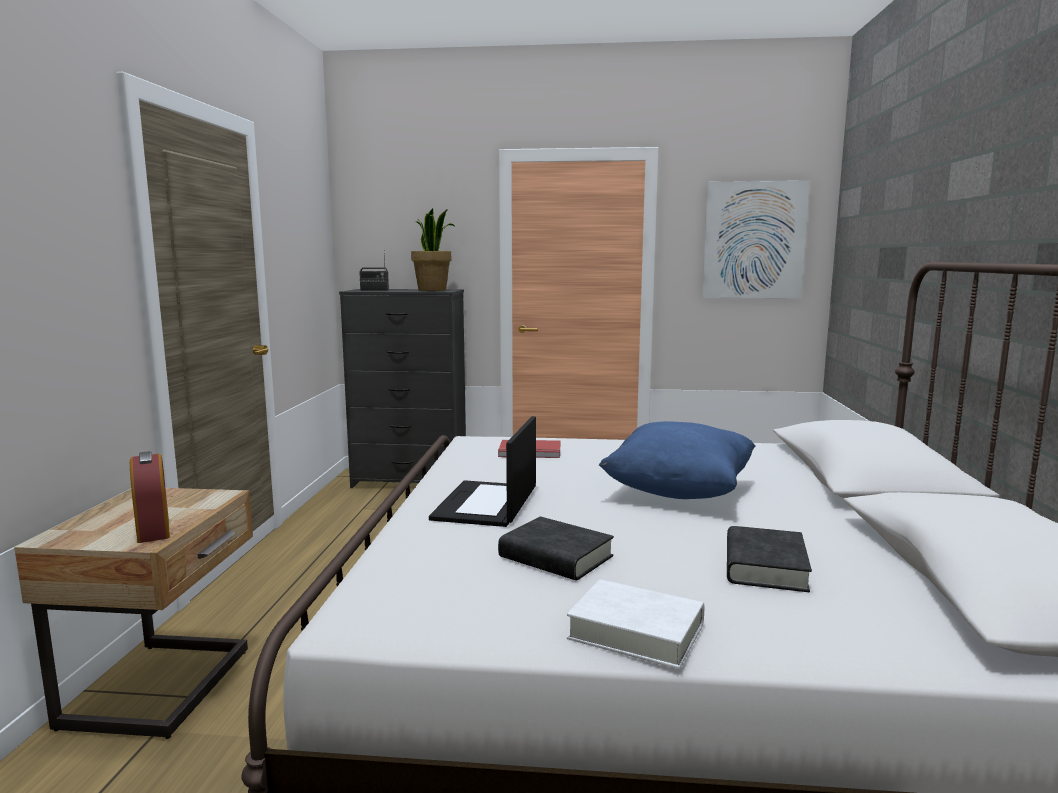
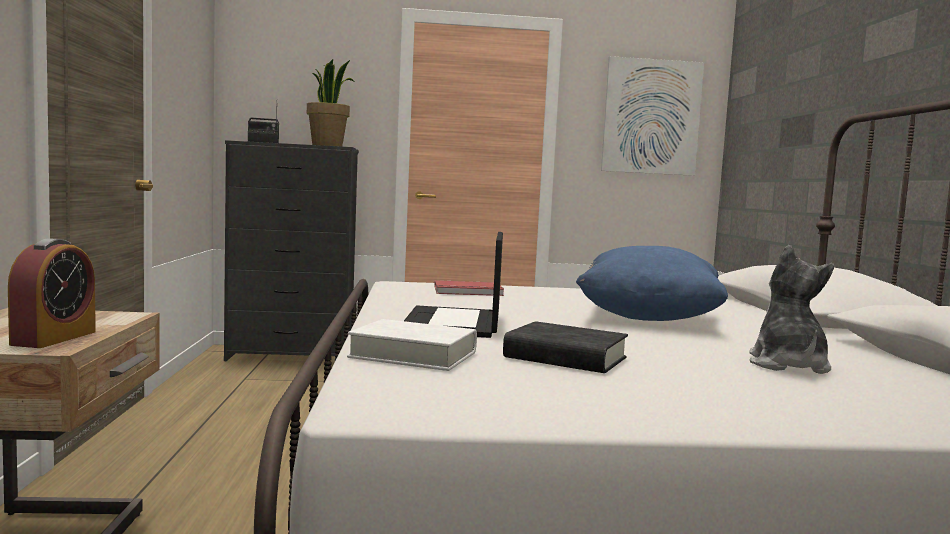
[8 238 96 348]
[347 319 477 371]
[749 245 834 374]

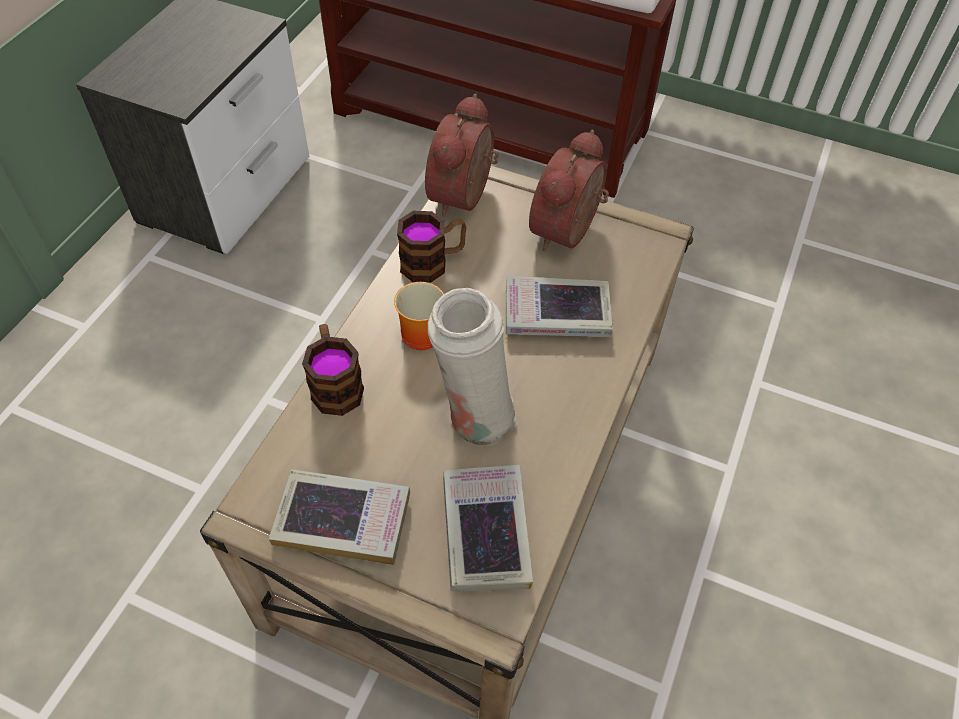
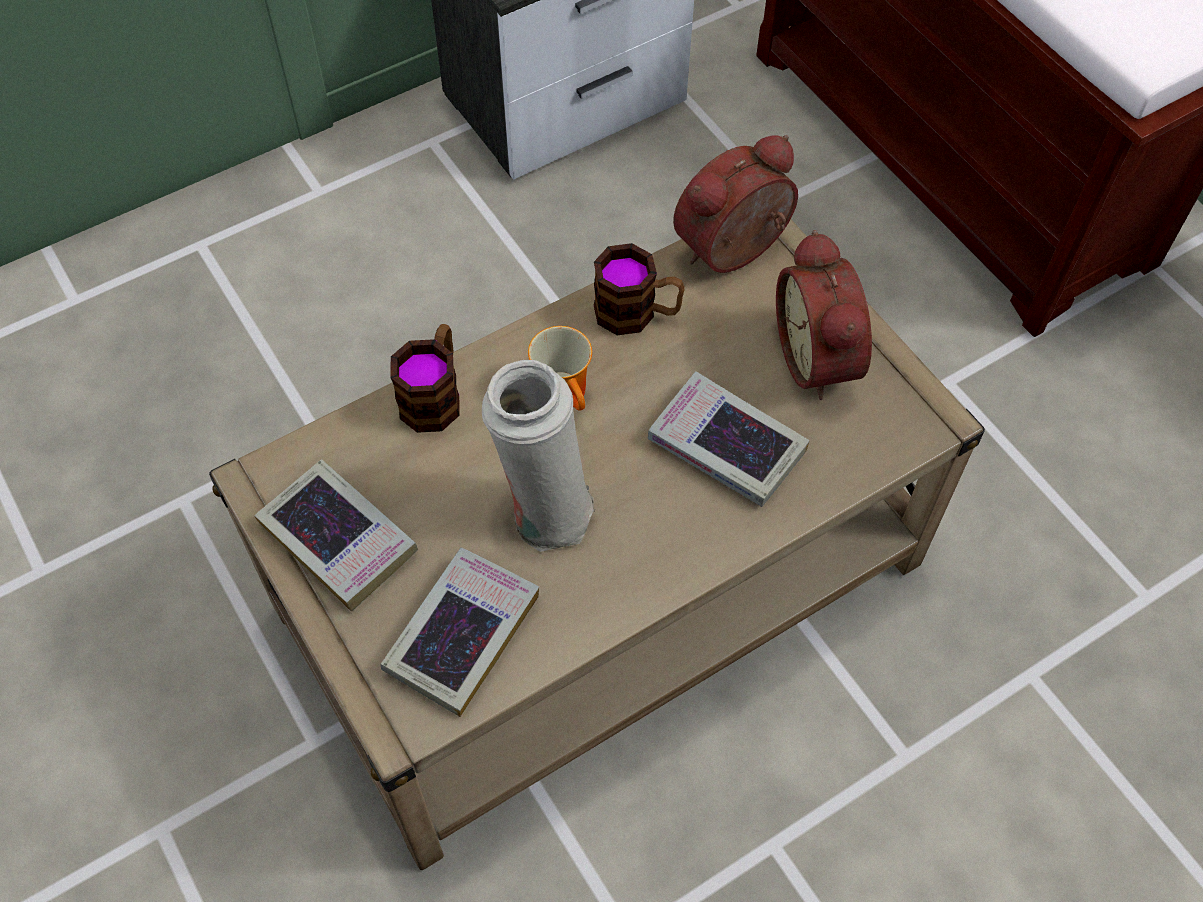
[776 230 872 400]

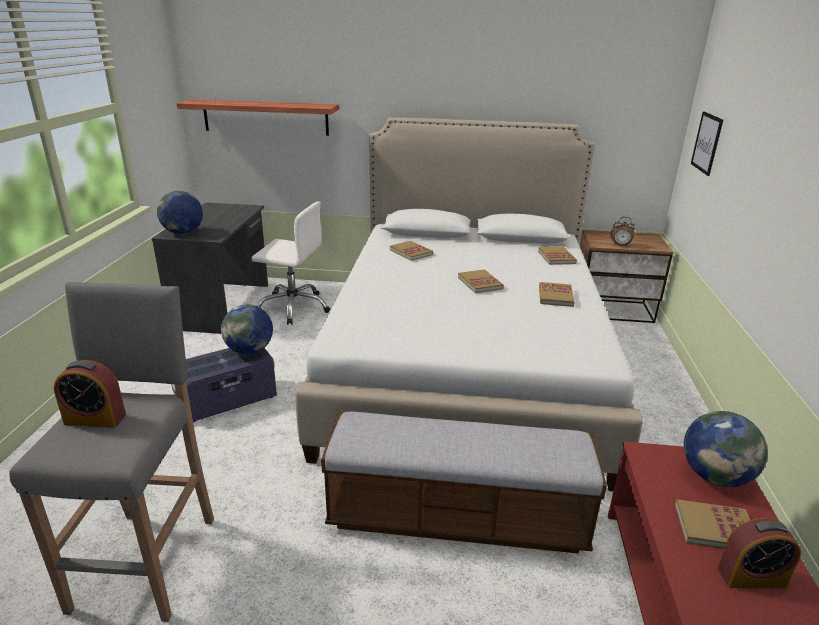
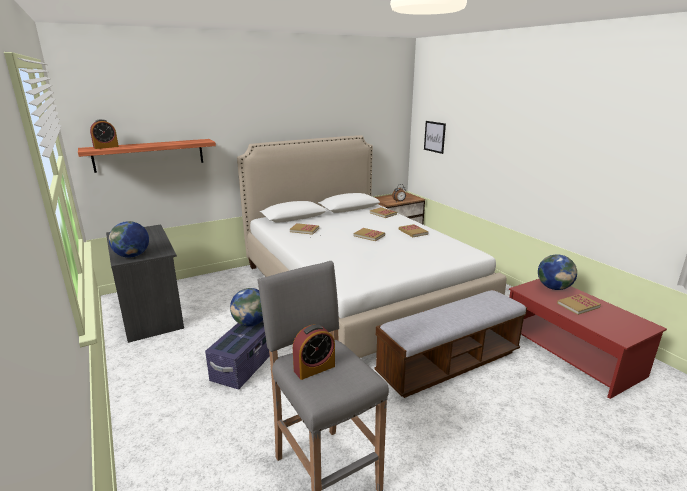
[252 201 330 325] (first image)
[90 119 119 149]

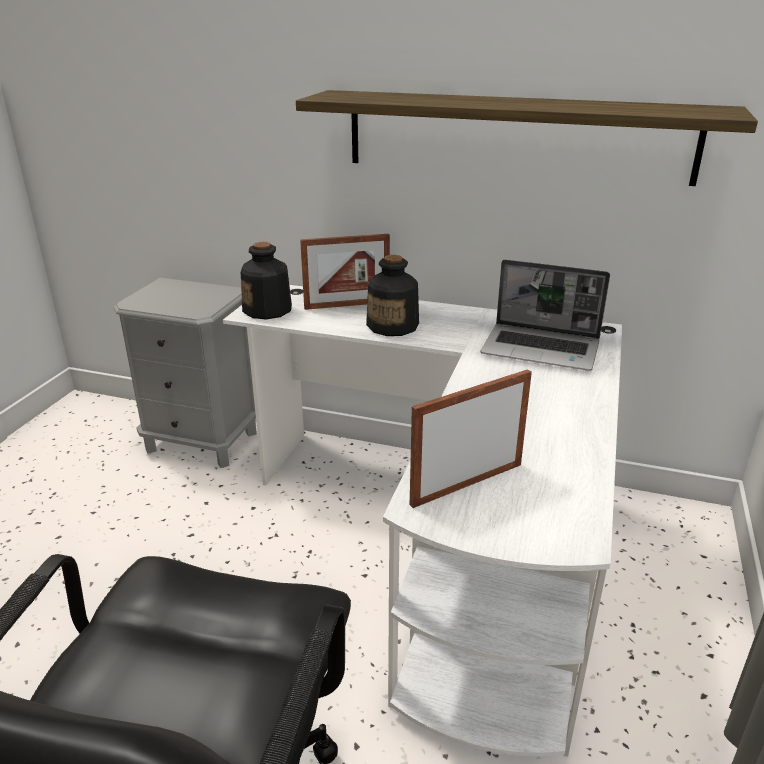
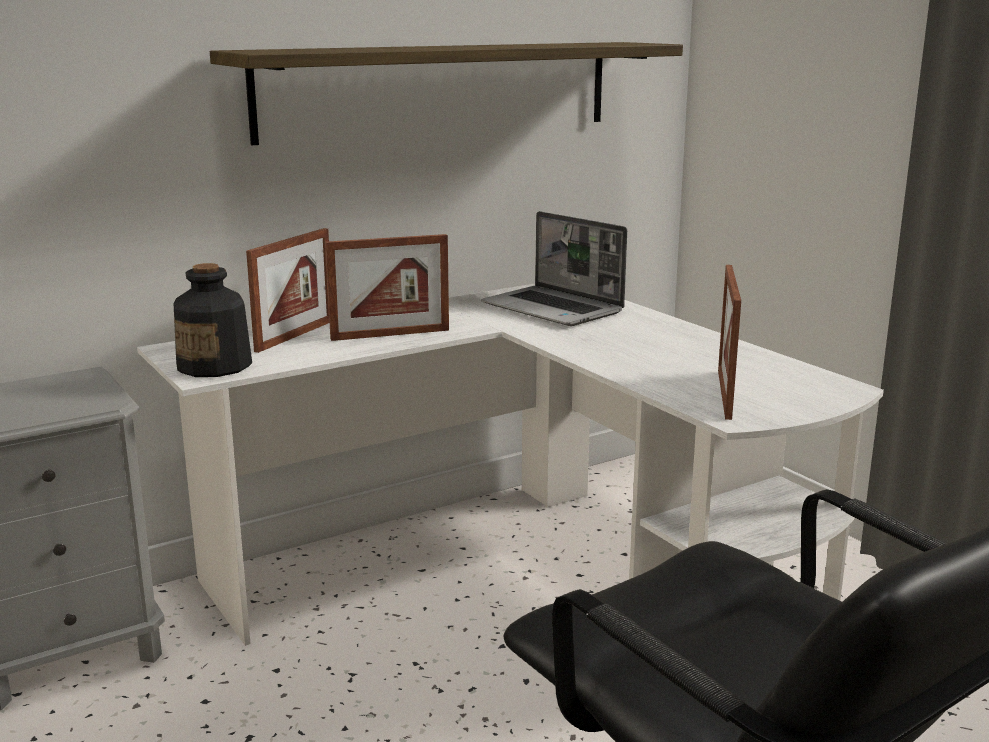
[325 234 449 341]
[481 211 627 326]

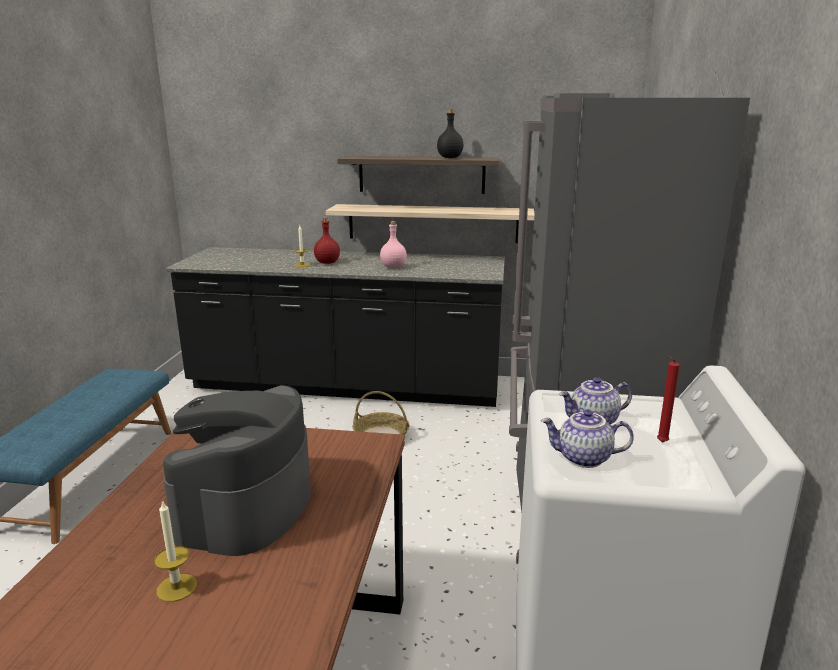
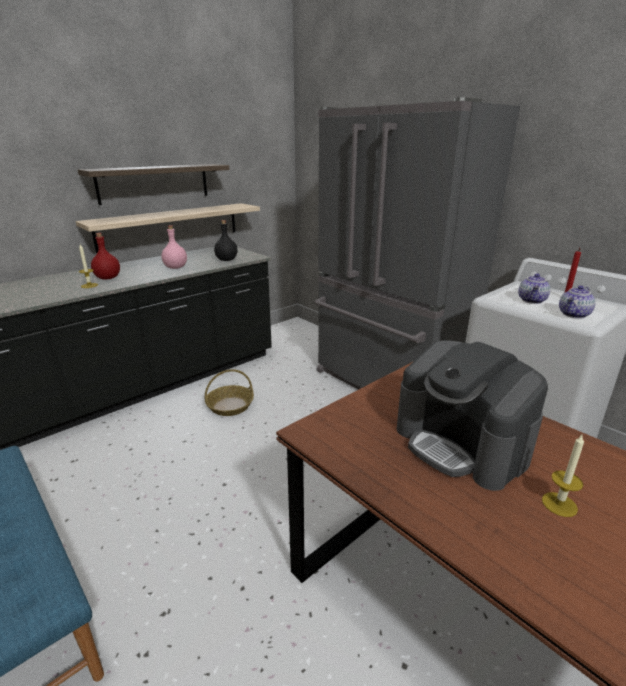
[214 220 238 261]

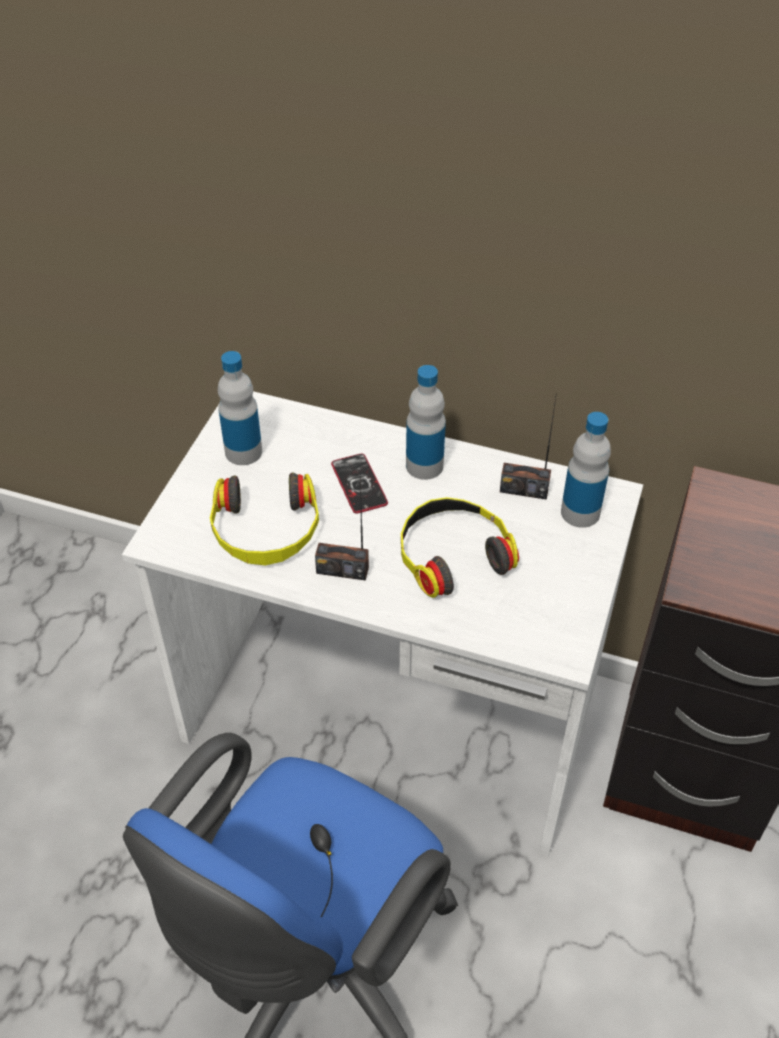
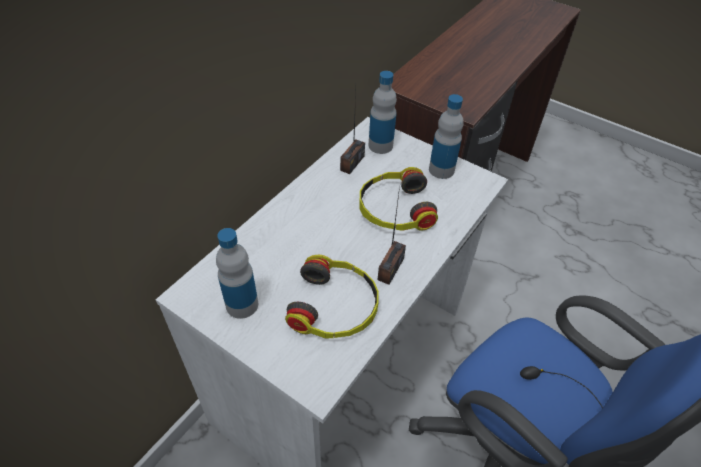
[331 453 388 514] (first image)
[429 94 463 179]

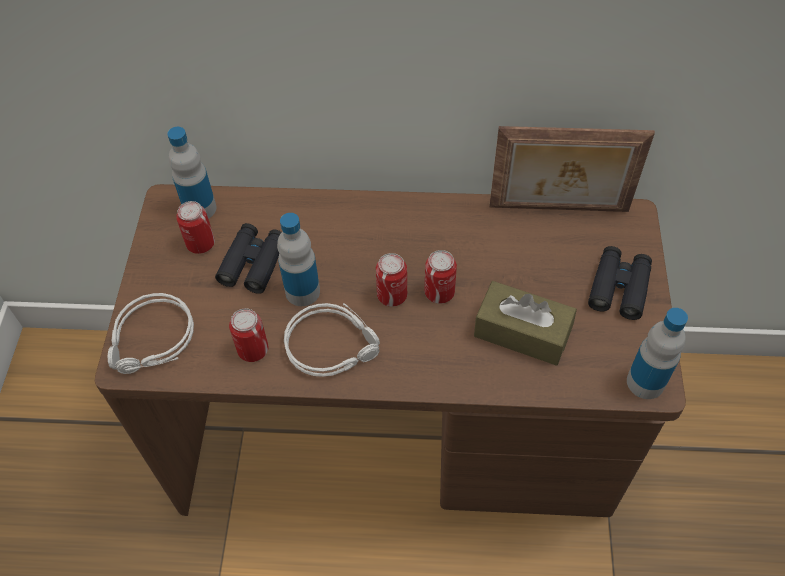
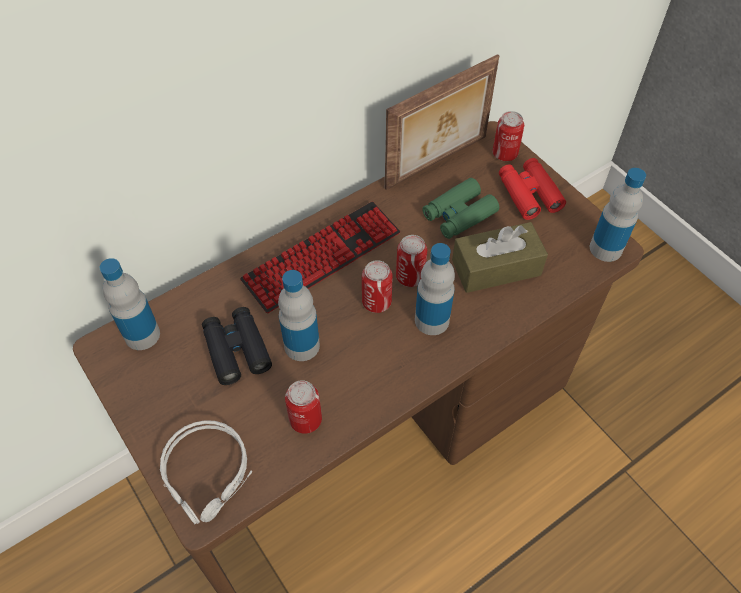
[492 111 524 161]
[284 303 380 377] (first image)
[499 158 566 220]
[240 202 400 313]
[415 243 455 335]
[422 178 499 239]

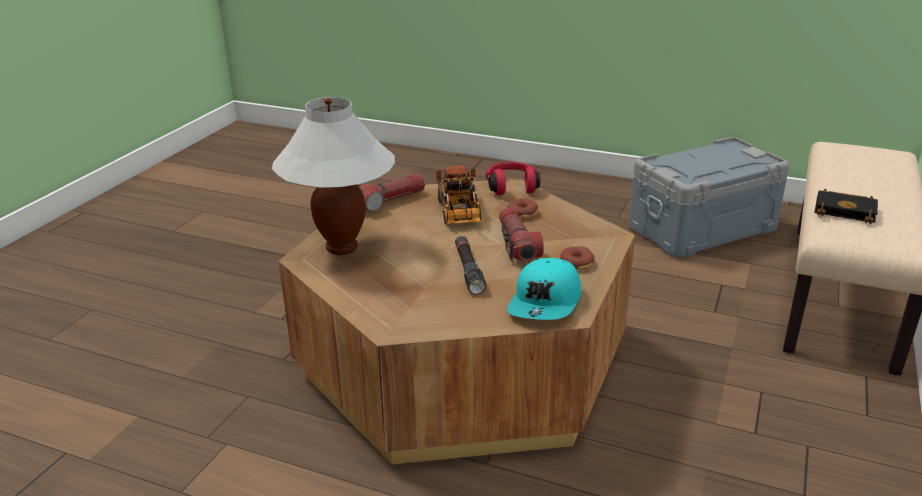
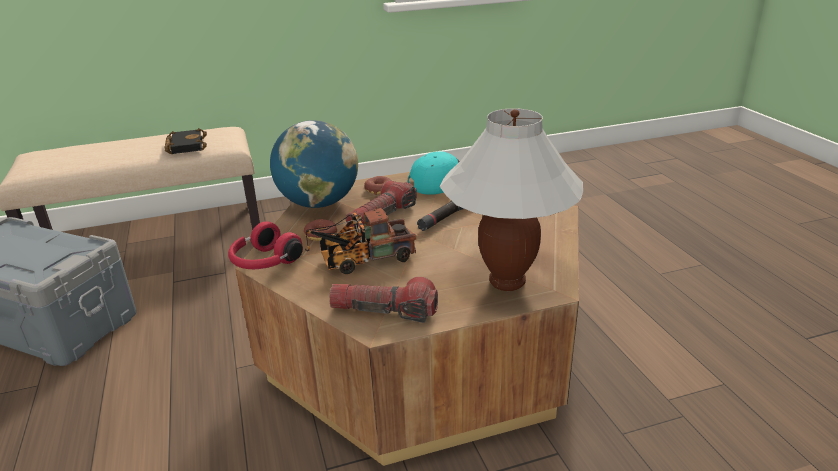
[305 206 416 274]
[270 120 358 208]

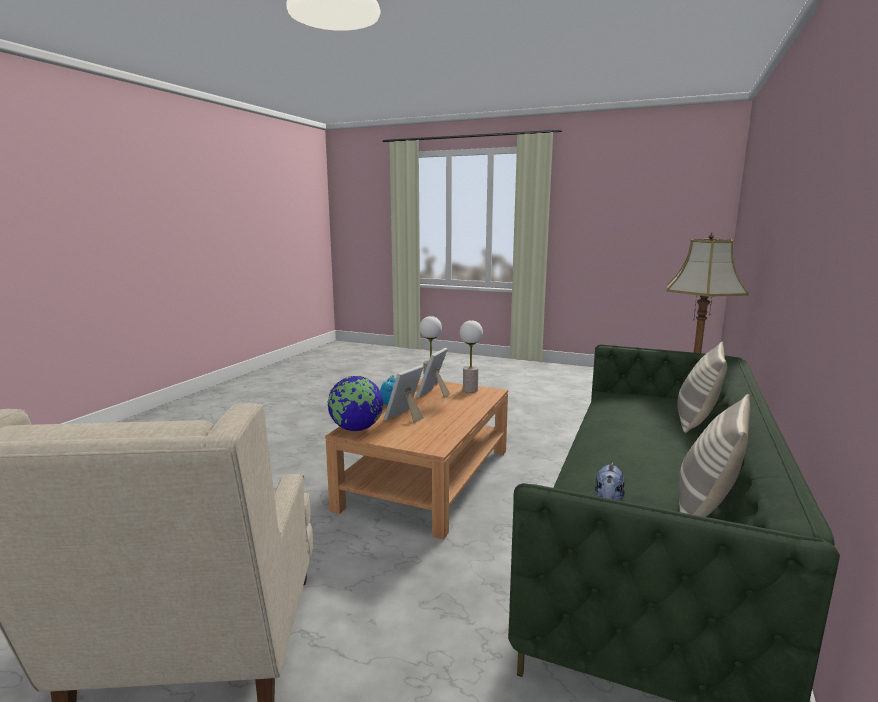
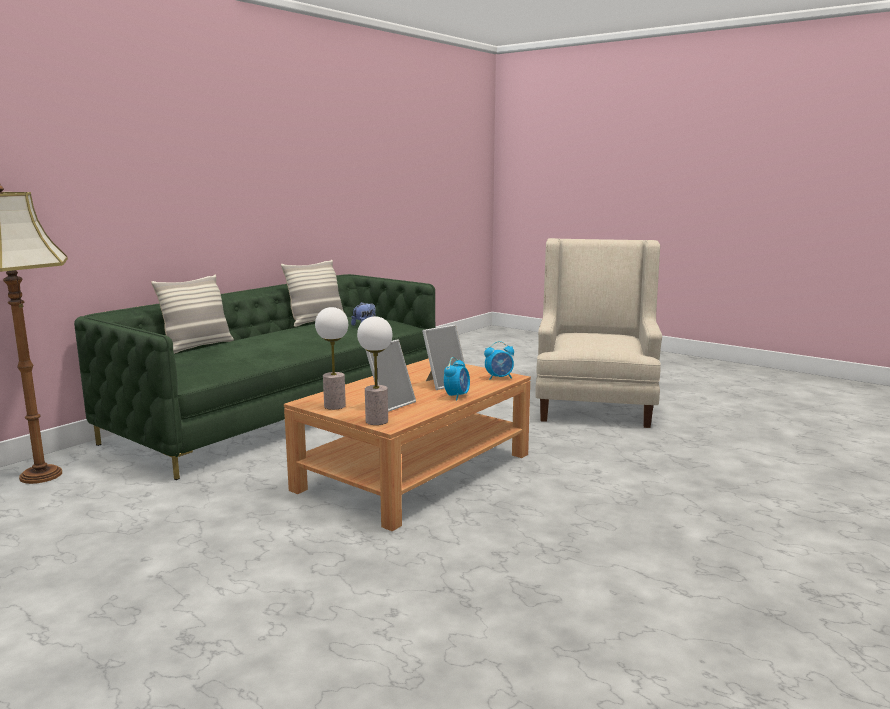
[484 341 514 380]

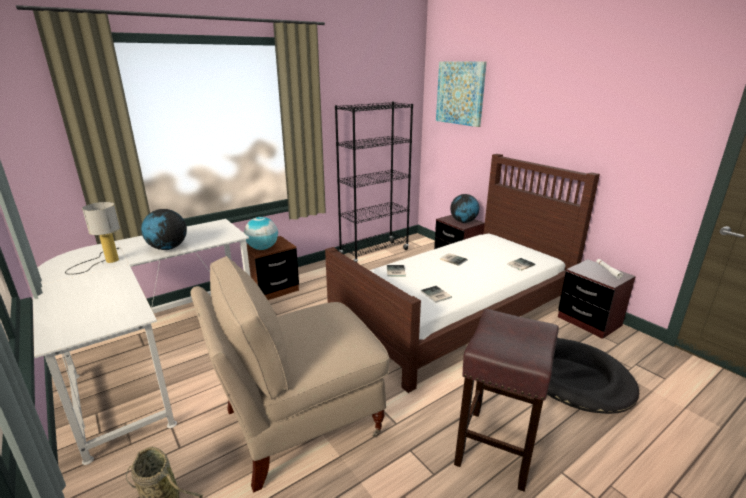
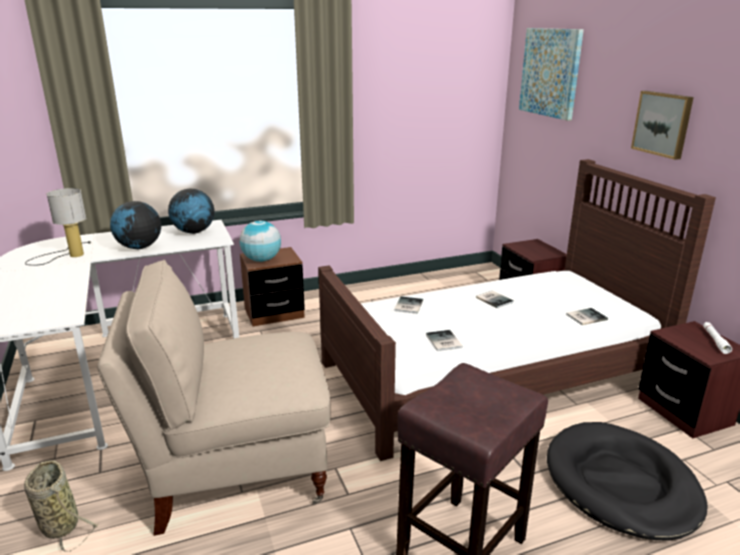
[335 102 413 263] (first image)
[168 189 215 234]
[631 91 694 160]

